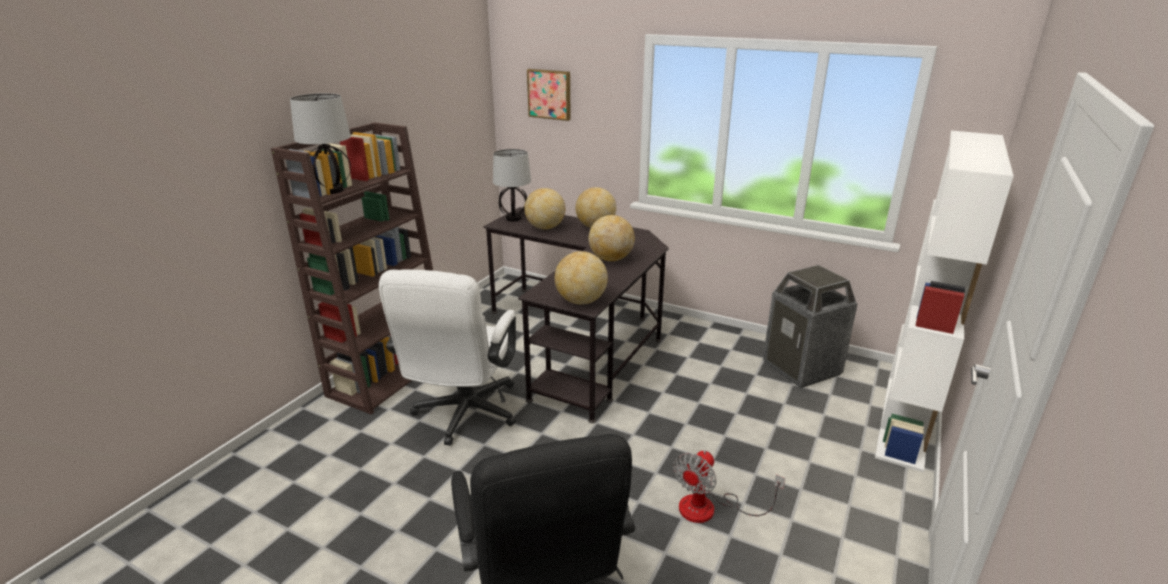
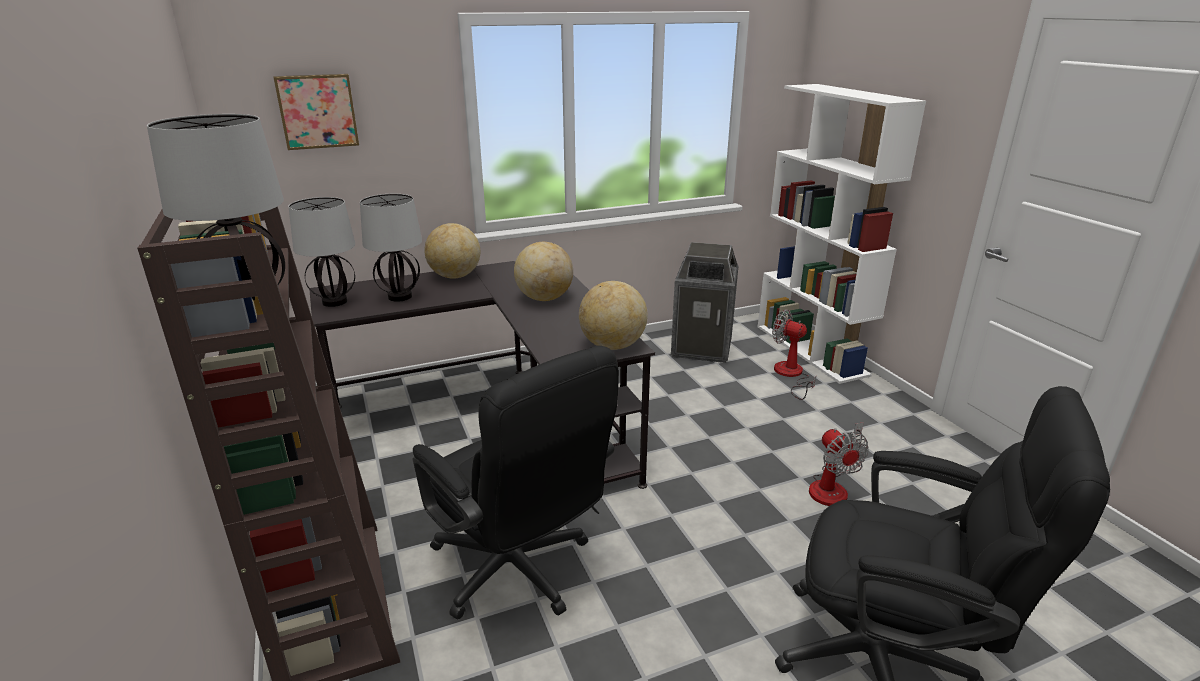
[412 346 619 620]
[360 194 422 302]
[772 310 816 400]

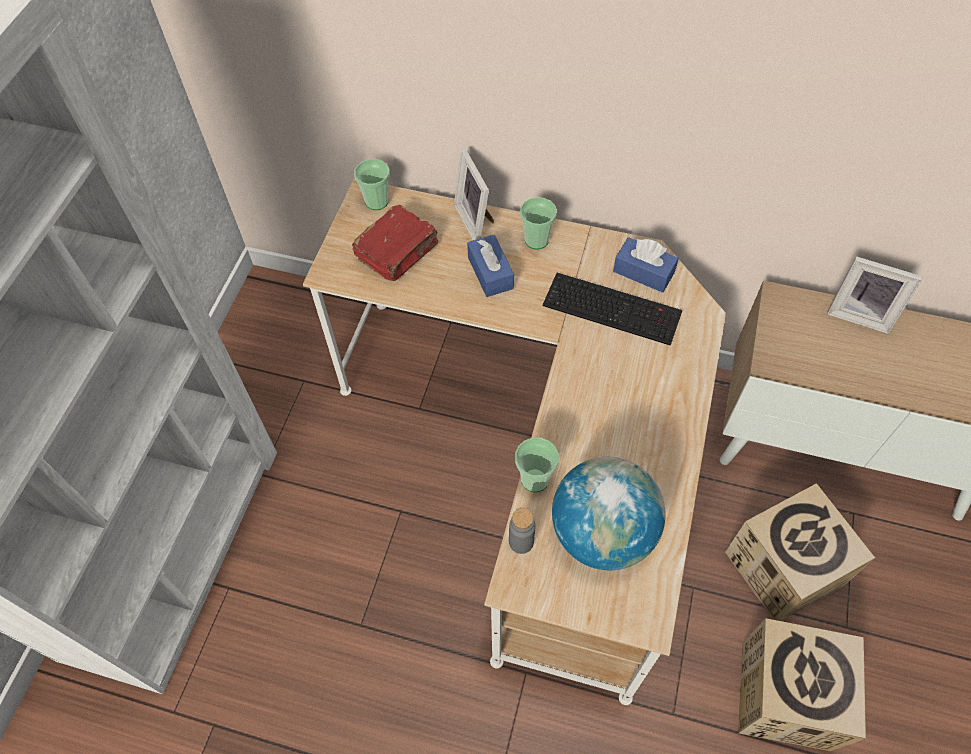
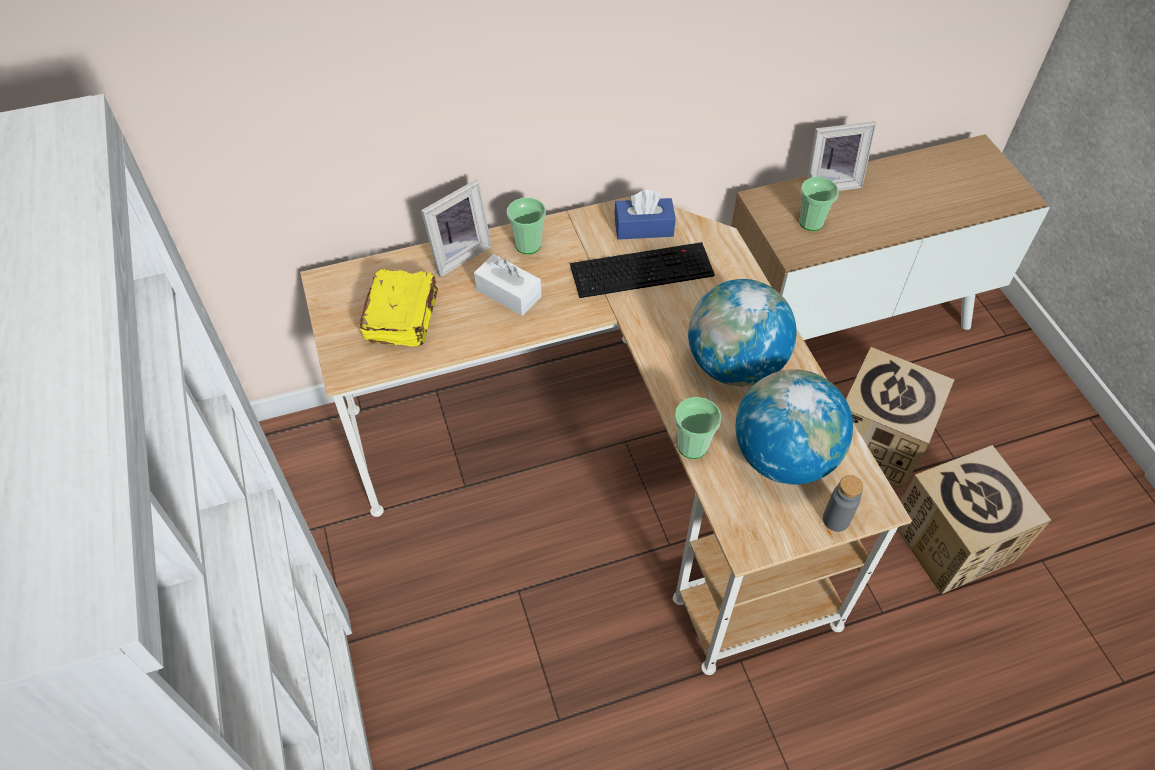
[360 269 438 347]
[799 177 839 231]
[421 180 492 277]
[474 254 541 316]
[823 475 863 532]
[688 279 797 386]

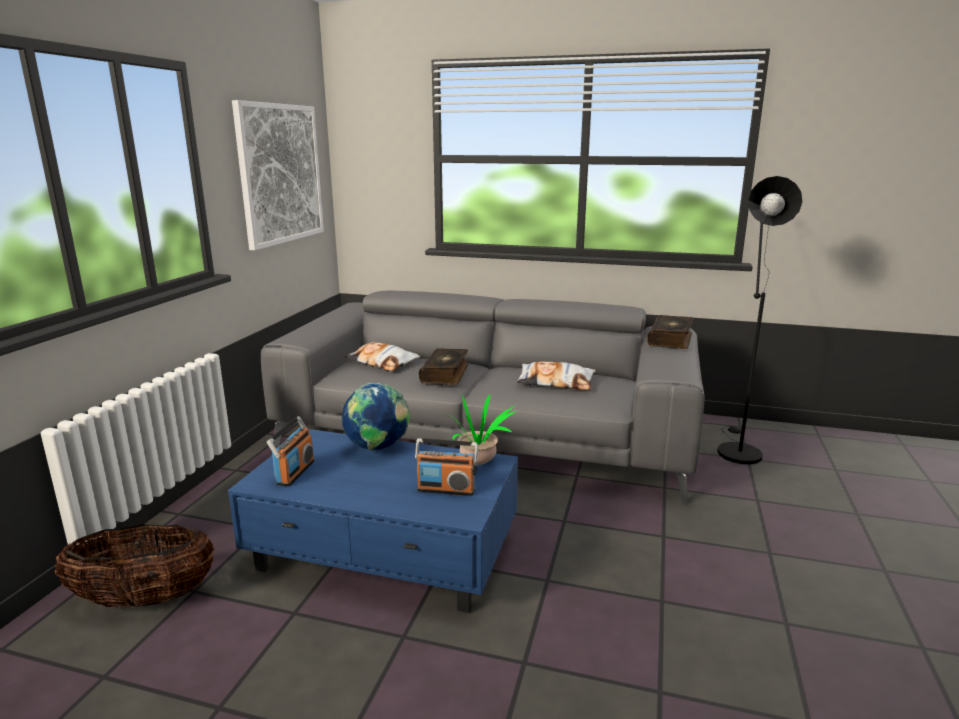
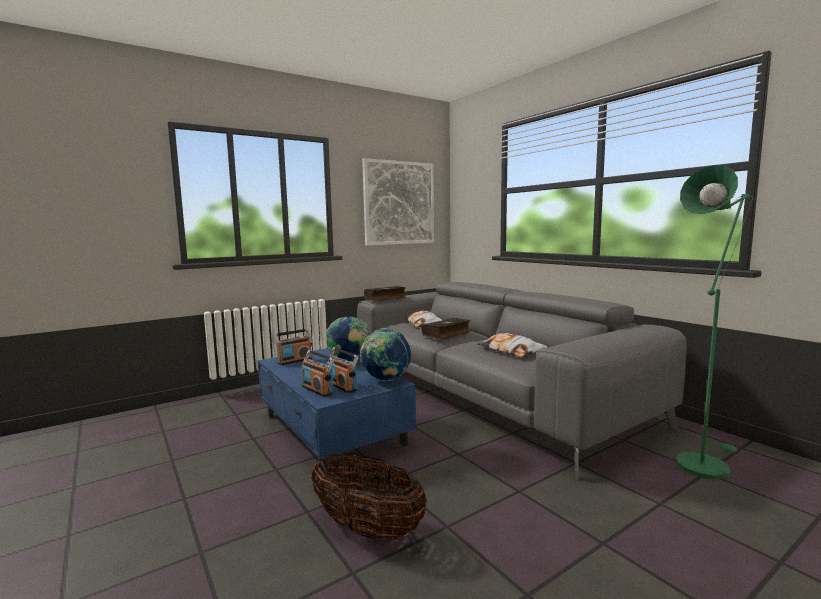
[311 453 427 541]
[360 328 411 382]
[364 286 406 301]
[676 165 753 479]
[302 350 335 397]

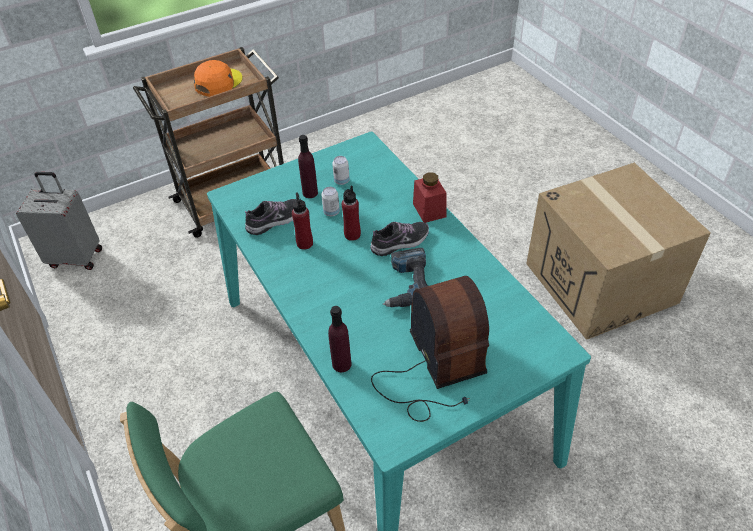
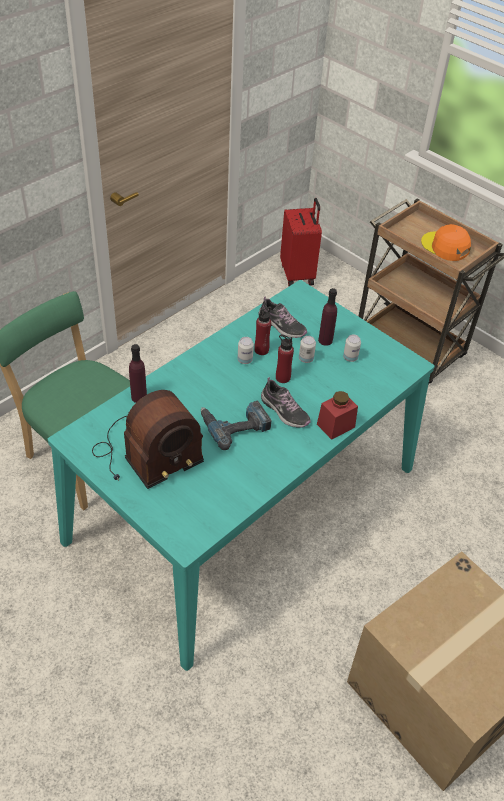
[280 198 322 286]
[421 224 471 261]
[237 337 254 364]

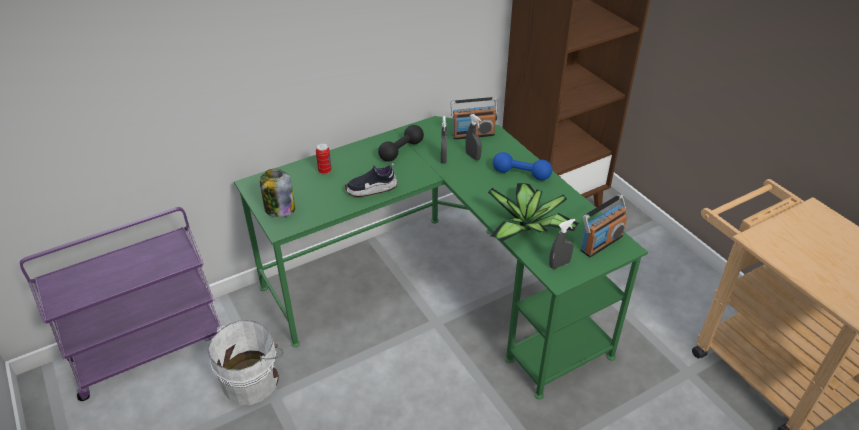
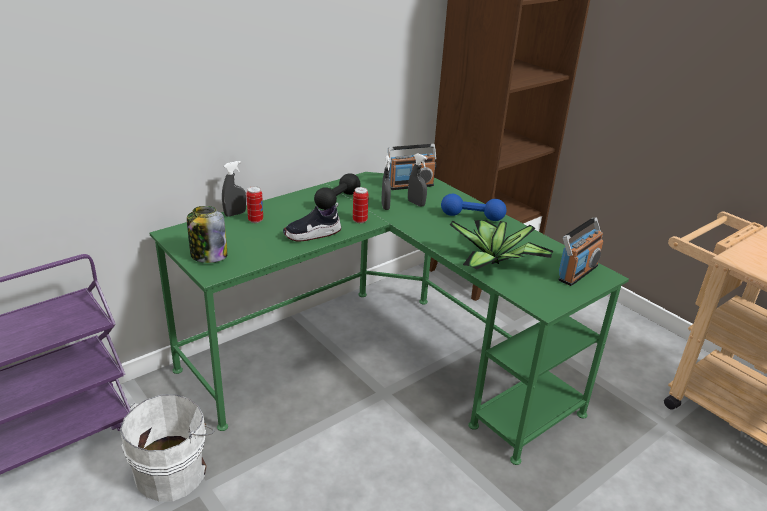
[222 161 246 217]
[353 187 369 223]

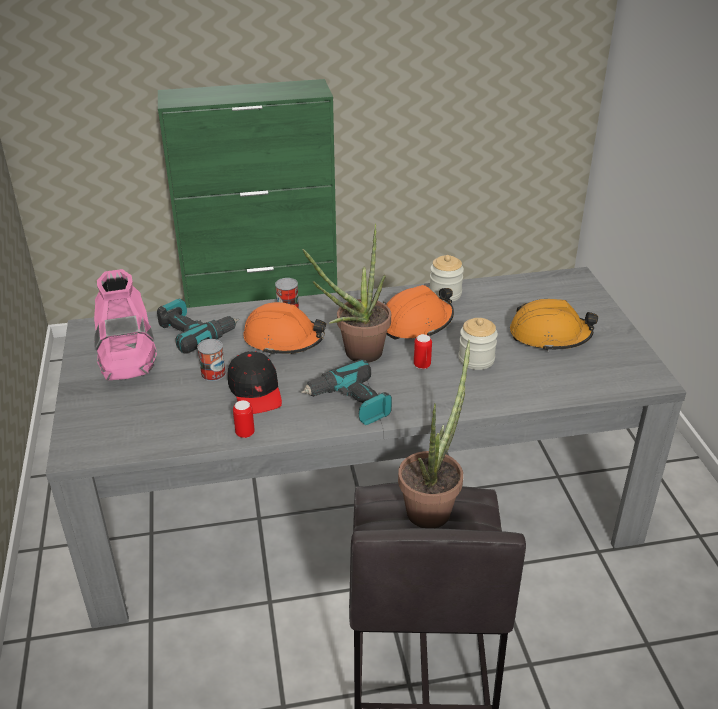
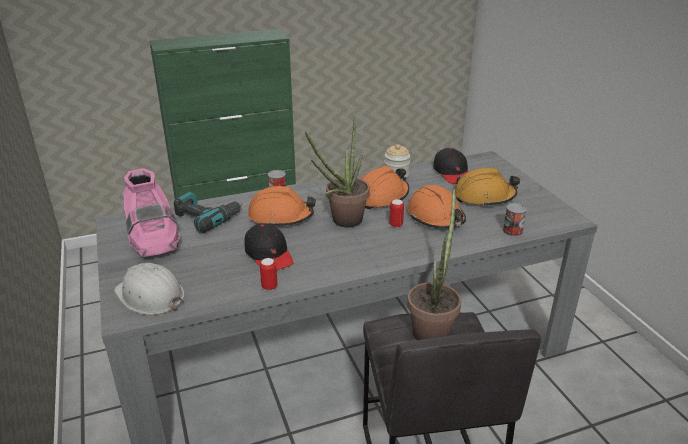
[503 203 527 237]
[301 359 392 425] (first image)
[407 185 466 228]
[114 263 184 315]
[433 148 468 184]

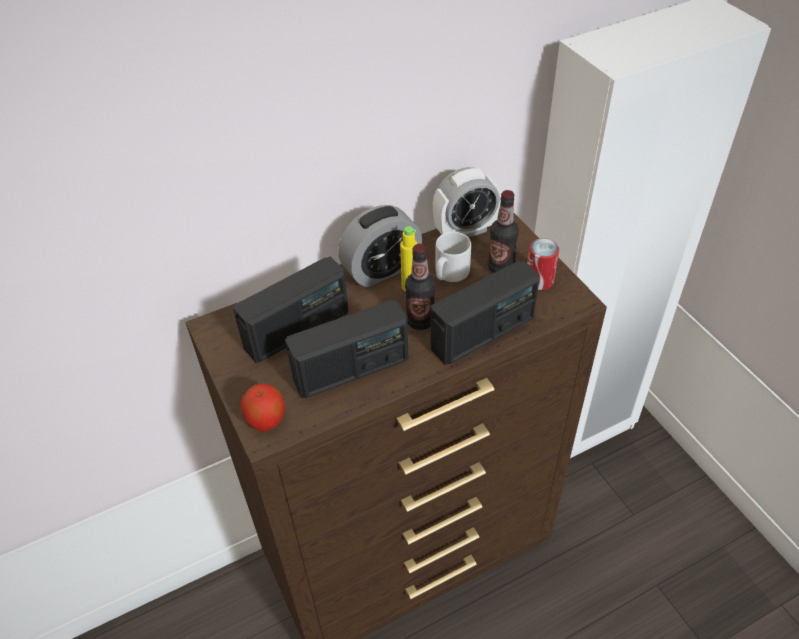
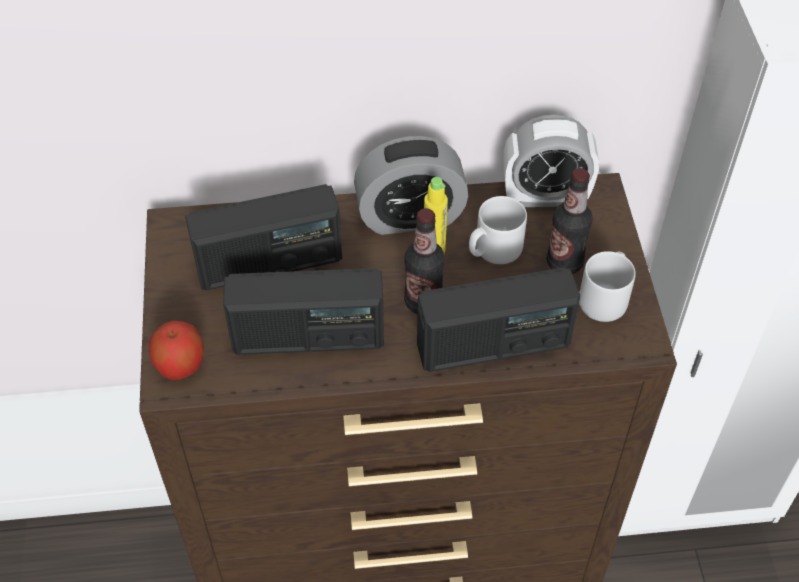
[579 251 636 322]

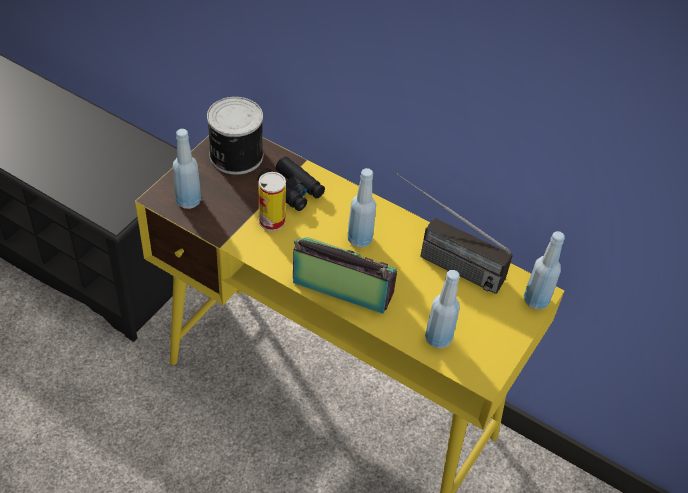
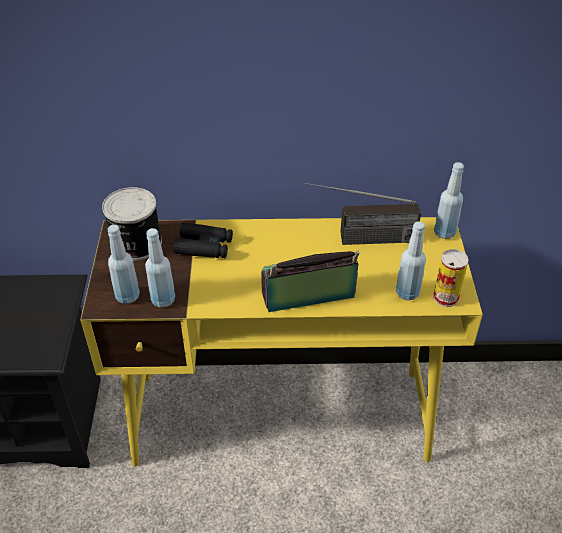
[433 249 469 307]
[145 228 175 308]

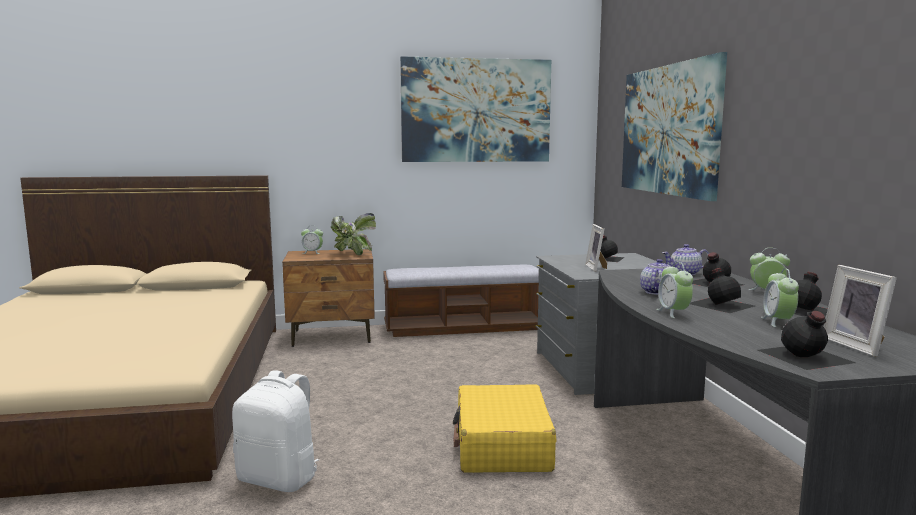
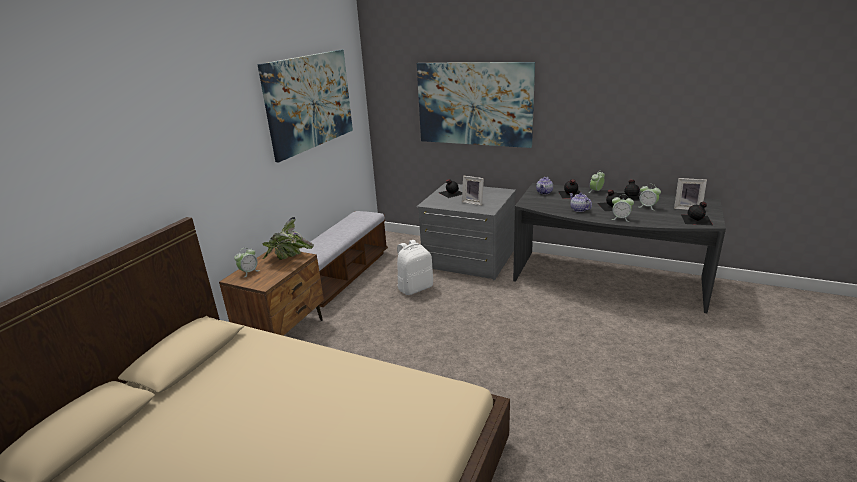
[397 240 433 295]
[453 385 556 473] (first image)

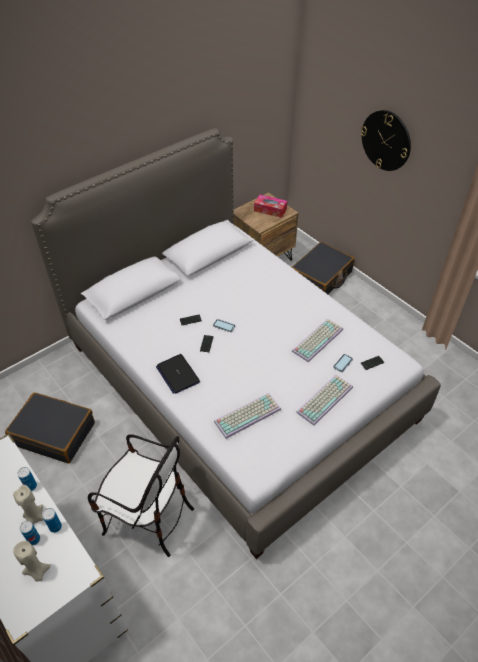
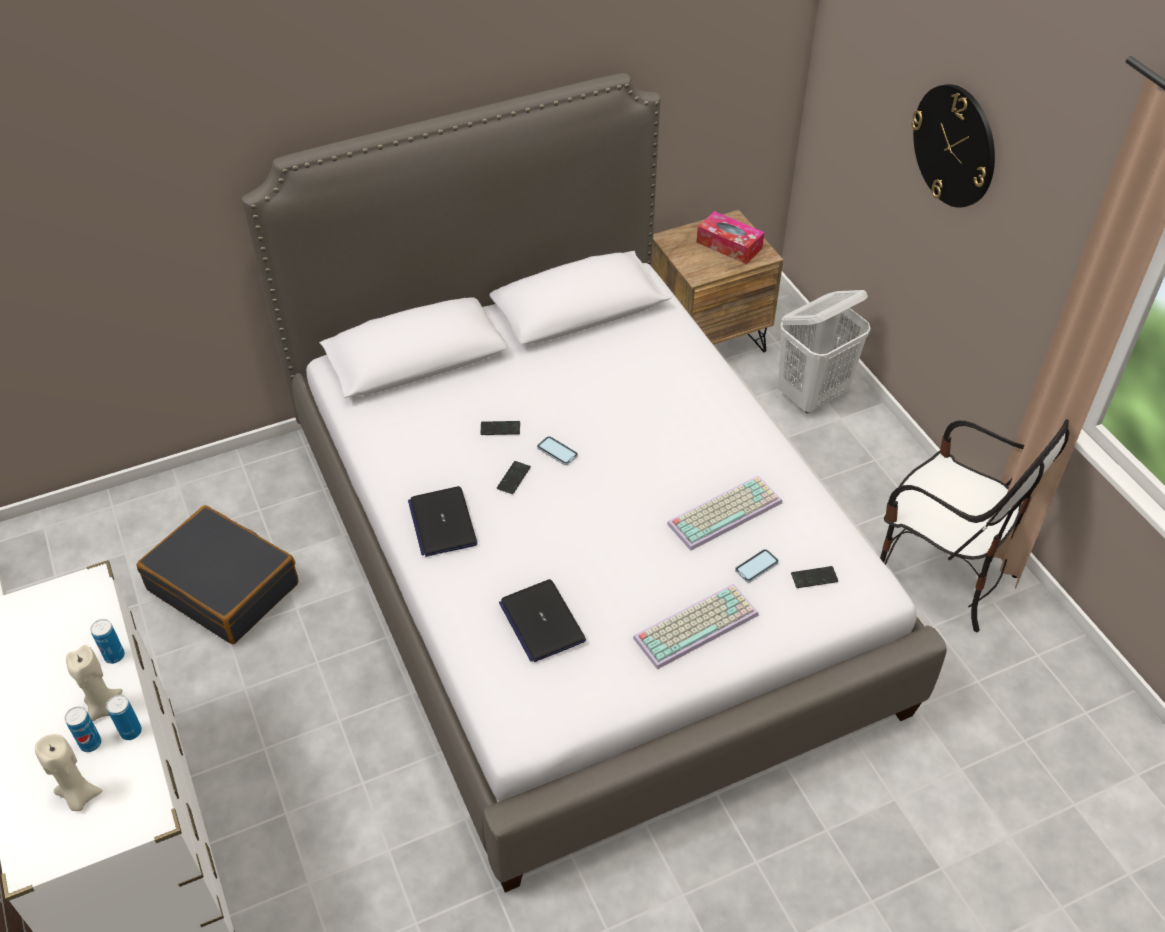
[880 419 1069 632]
[499 579 586 662]
[778 290 870 413]

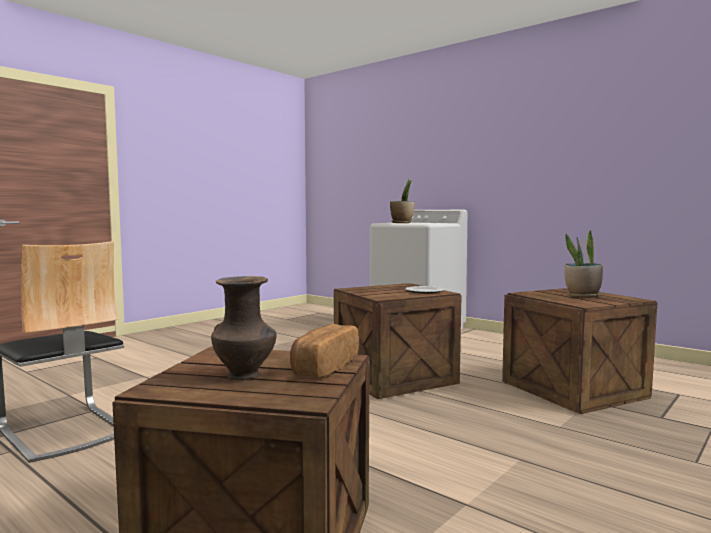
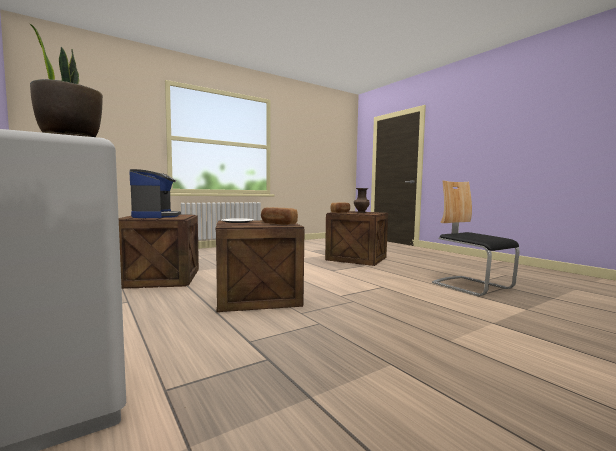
[130 169 181 218]
[261 207 298 225]

